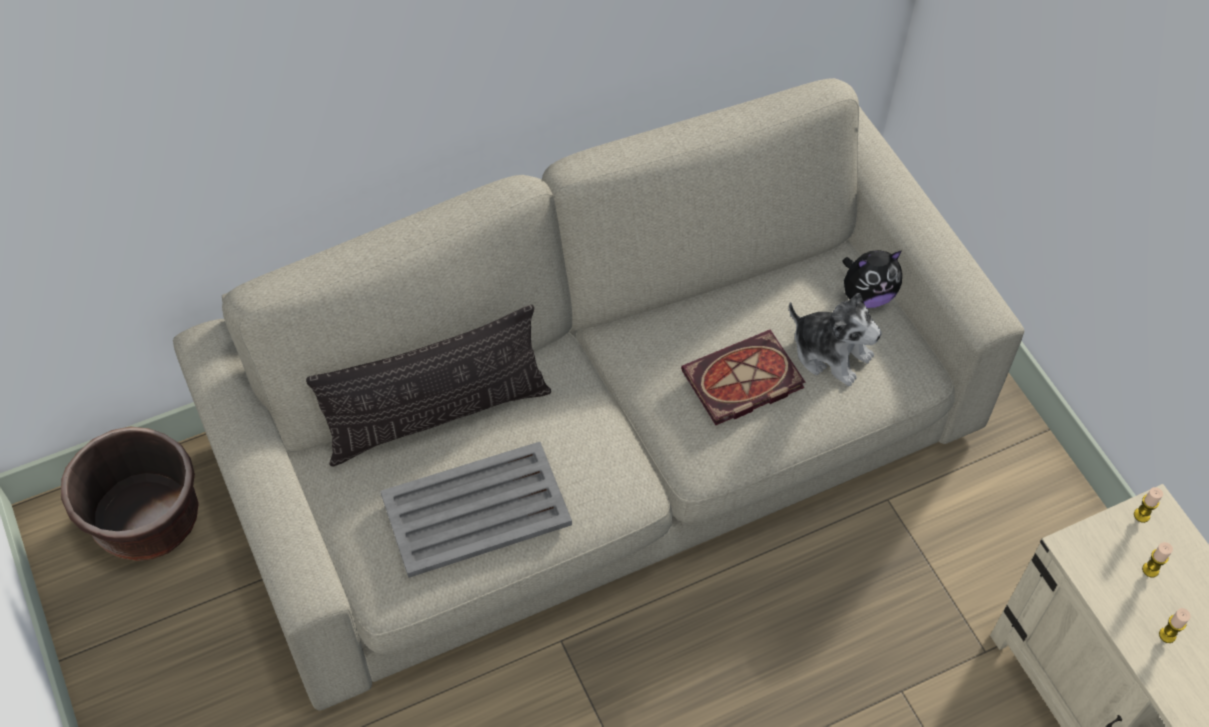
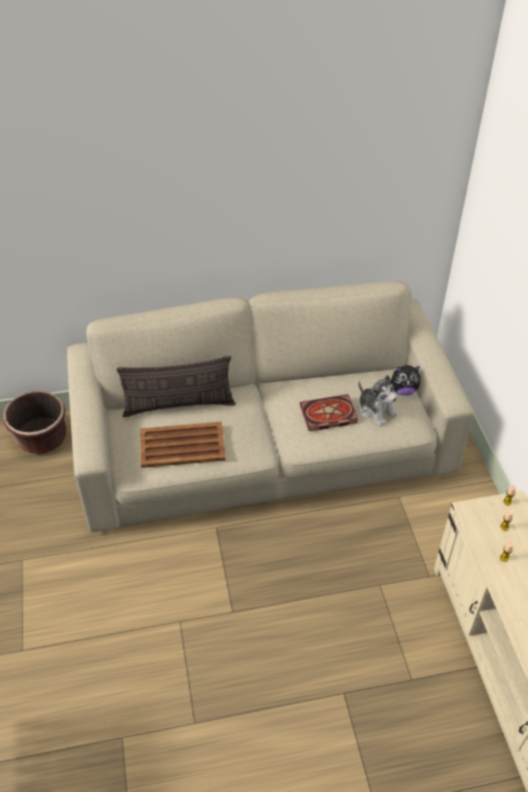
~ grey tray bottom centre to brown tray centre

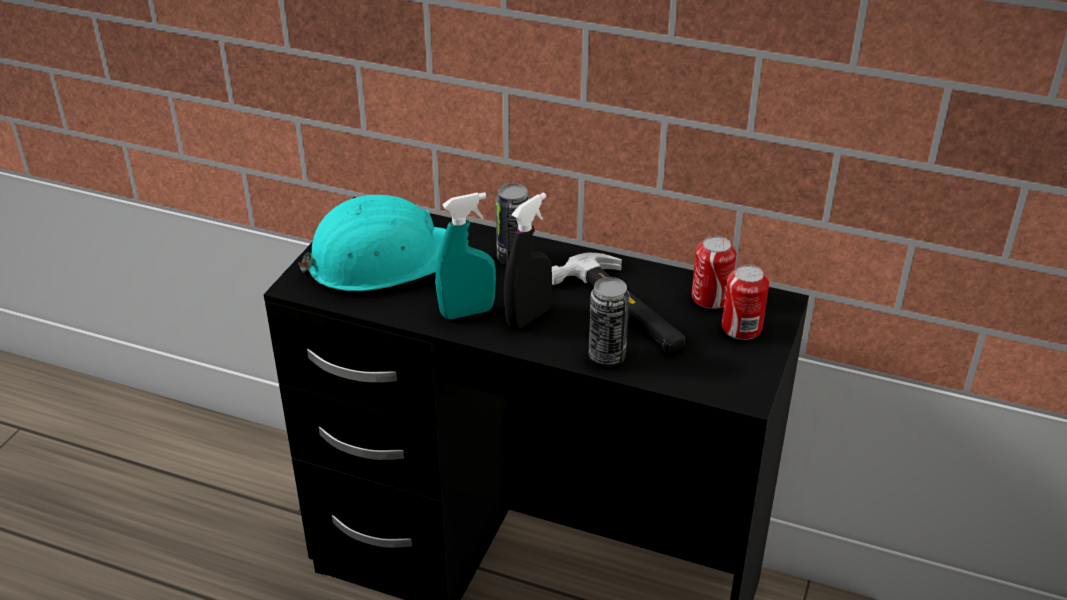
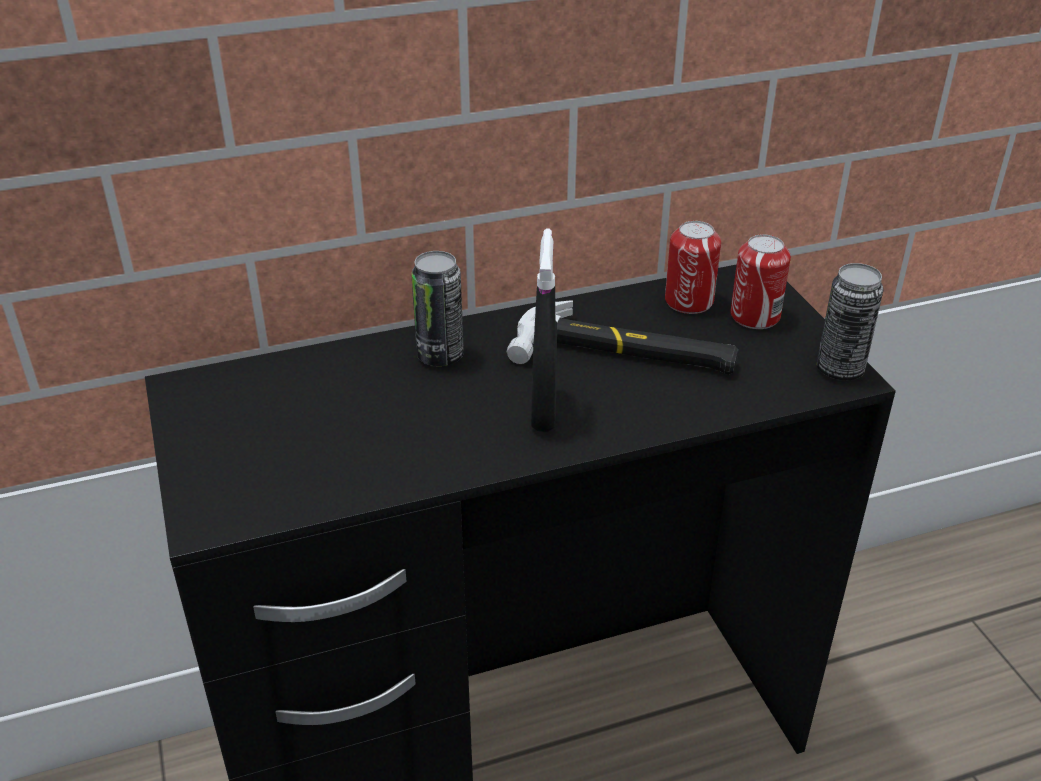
- turquoise hard hat centre
- turquoise spray bottle centre
~ can (2nd from left in the first image) centre to can (4th from left) middle right

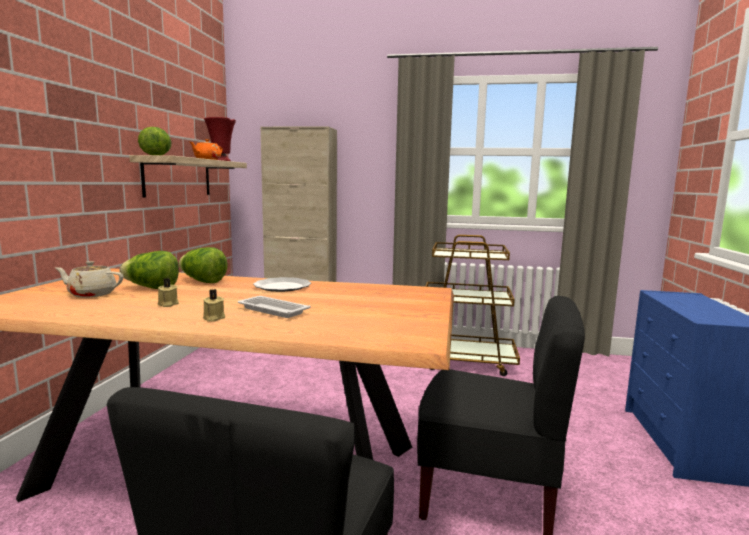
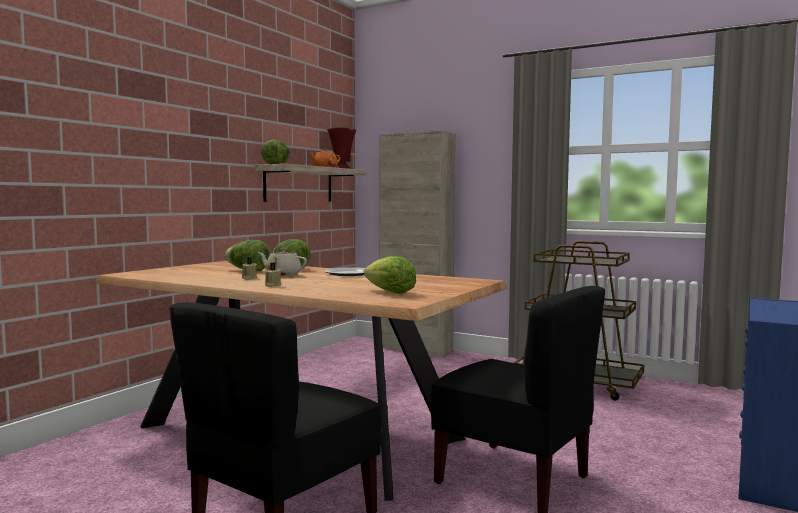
~ beige teapot middle left to centre
- white tray centre
+ lettuce (4th from left) centre

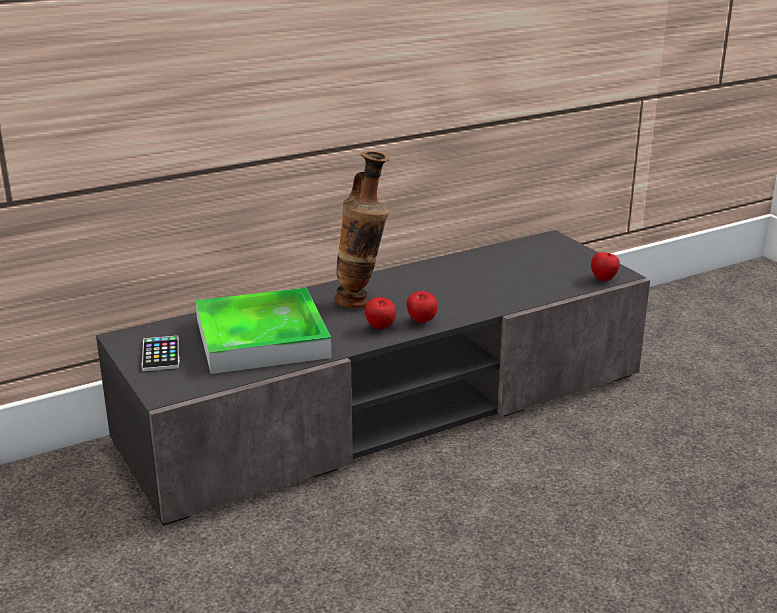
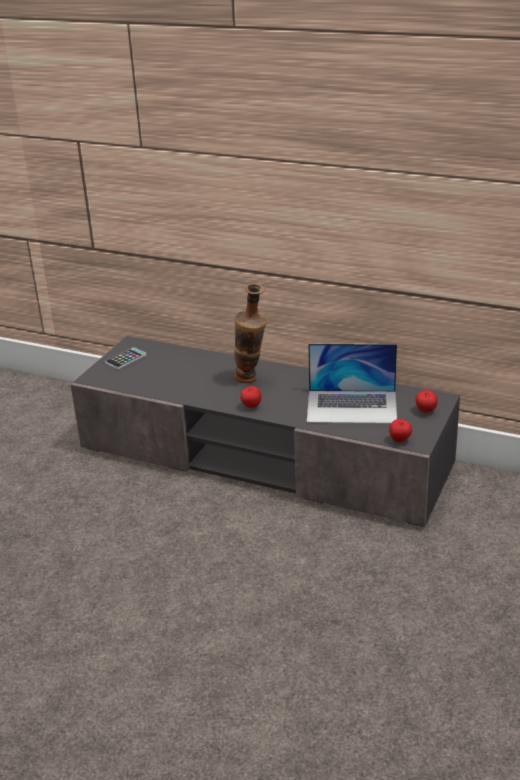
- tray centre
~ apple (1st from left in the first image) centre to apple (3rd from left) middle right
+ laptop middle right

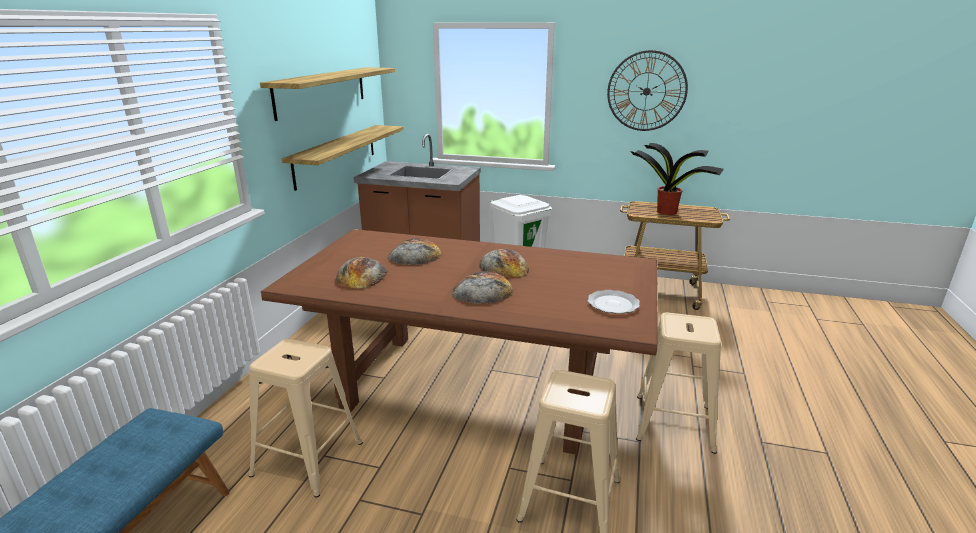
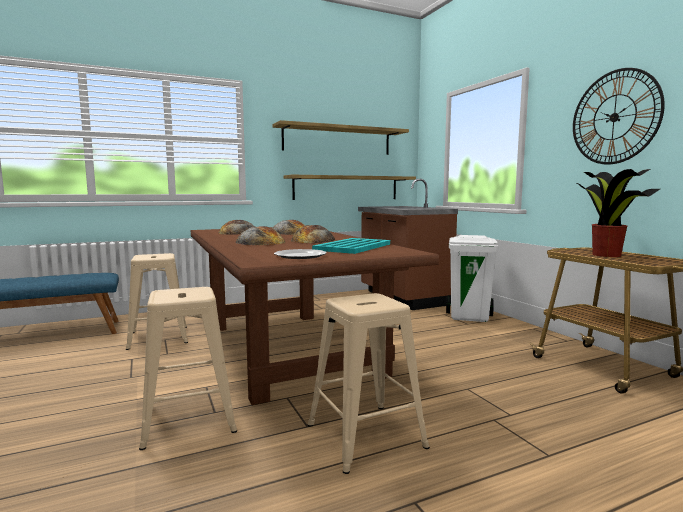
+ turquoise tray centre

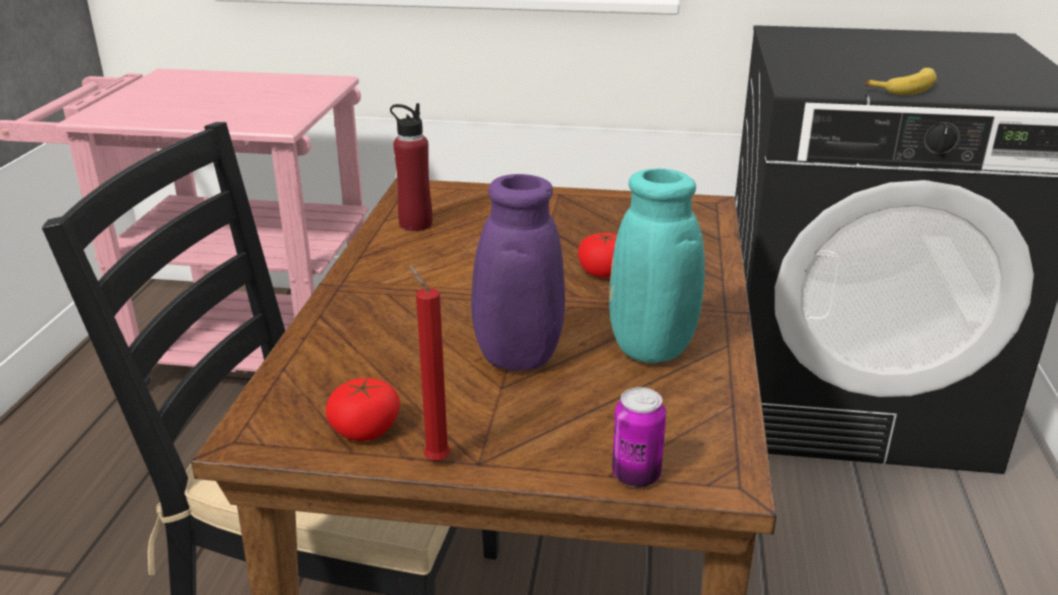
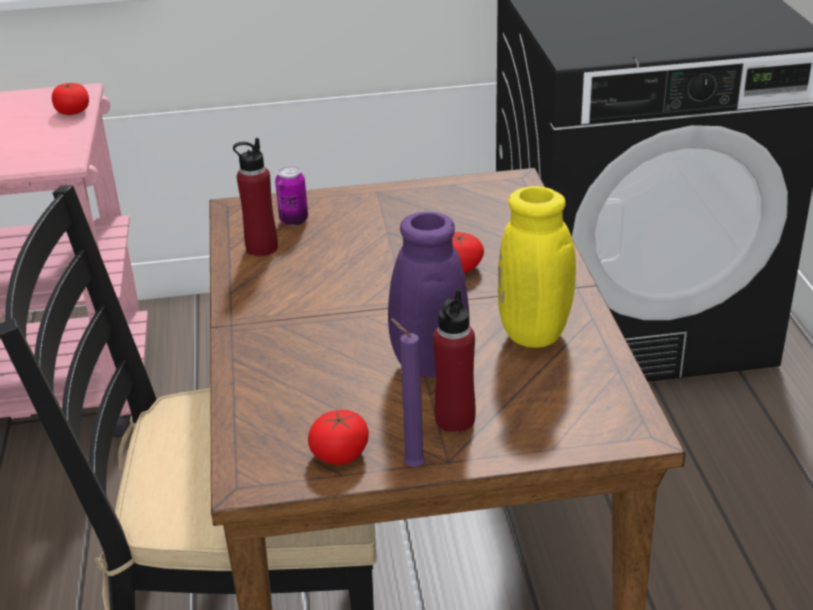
~ red candle centre to purple candle centre
~ turquoise vase centre to yellow vase middle right
~ can bottom centre to top centre
- banana top right
+ tomato (1st from left) top left
+ red bottle (2nd from left) centre

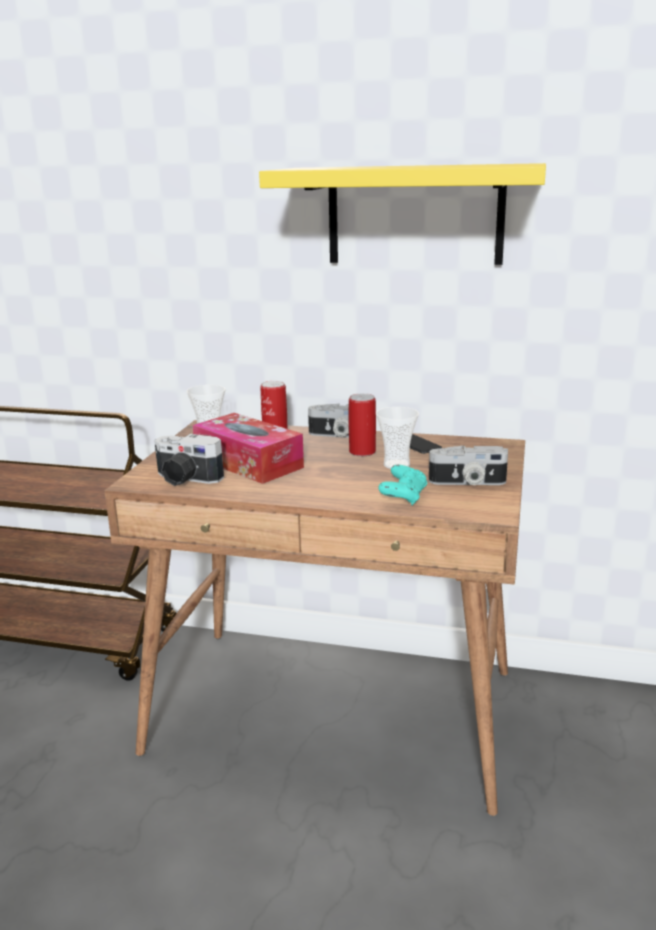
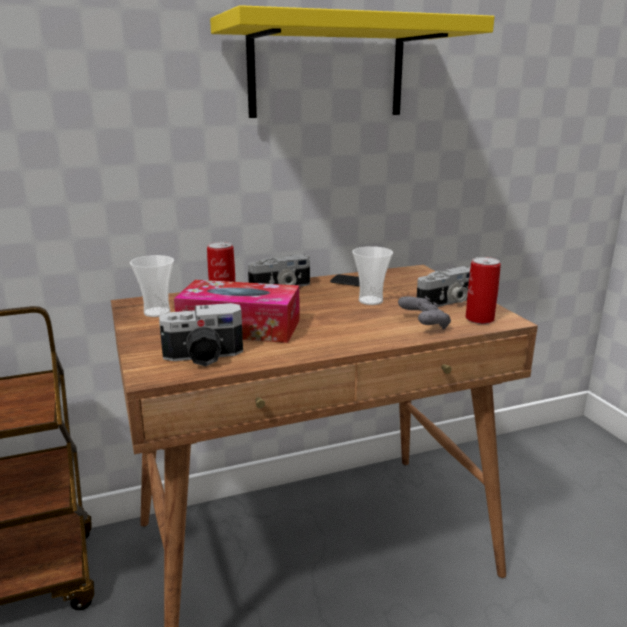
~ can (2nd from left) centre to middle right
~ turquoise game controller centre to grey game controller middle right

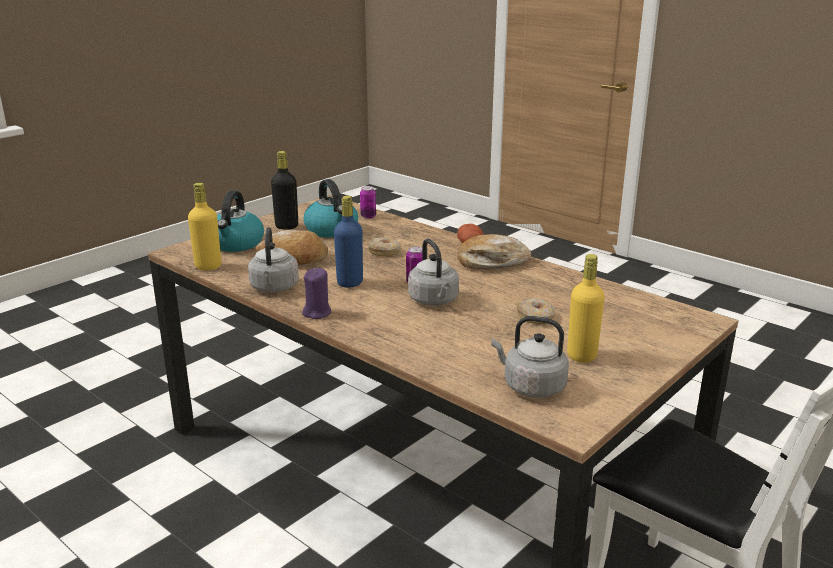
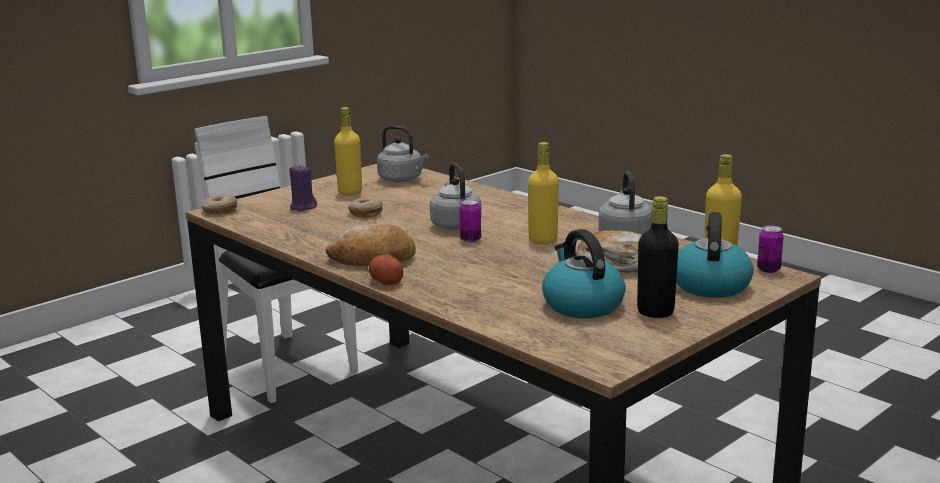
~ purple candle centre to middle left
~ blue bottle centre to yellow bottle (2nd from left) centre
~ can (1st from left in the first image) centre to can (2nd from left) middle right
~ donut (1st from left) centre to middle left

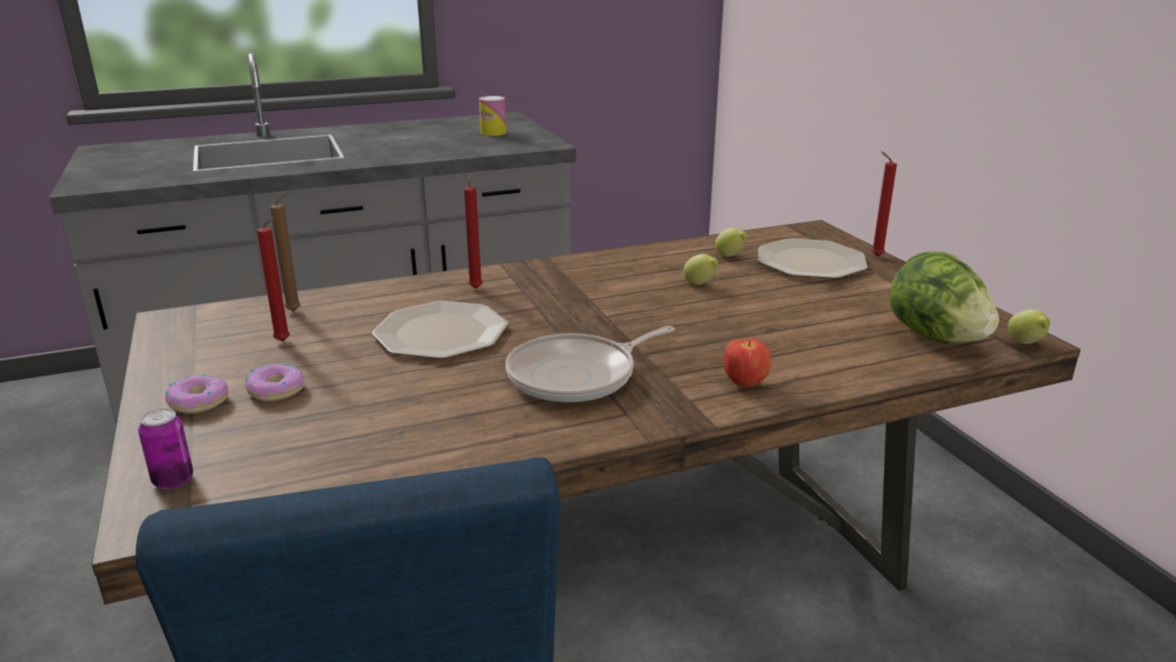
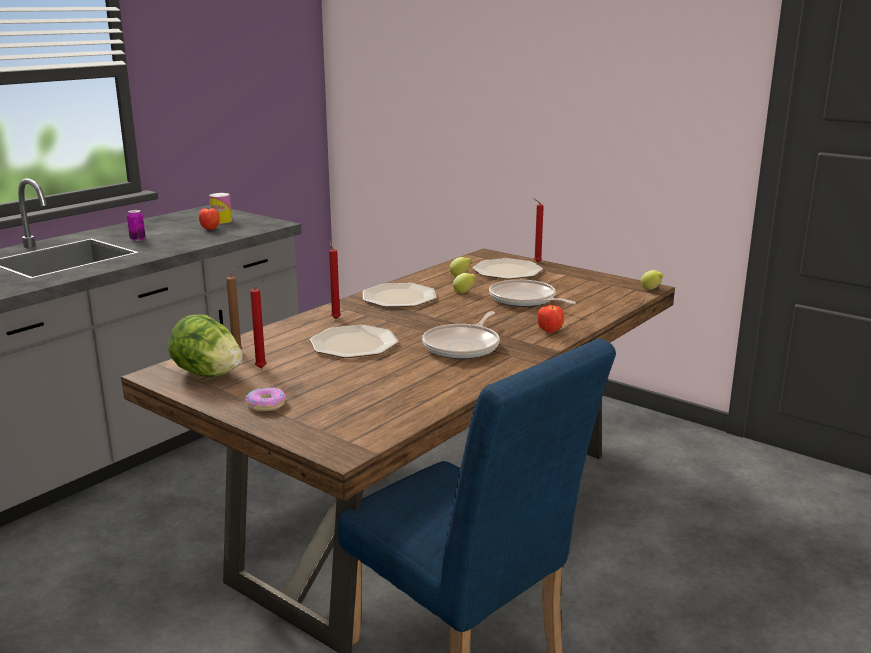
~ can (1st from left) bottom left to middle left
- donut (2nd from left) middle left
~ lettuce middle right to middle left
+ apple (1st from left) middle left
+ plate (2nd from left) centre
+ frying pan (2nd from left) centre

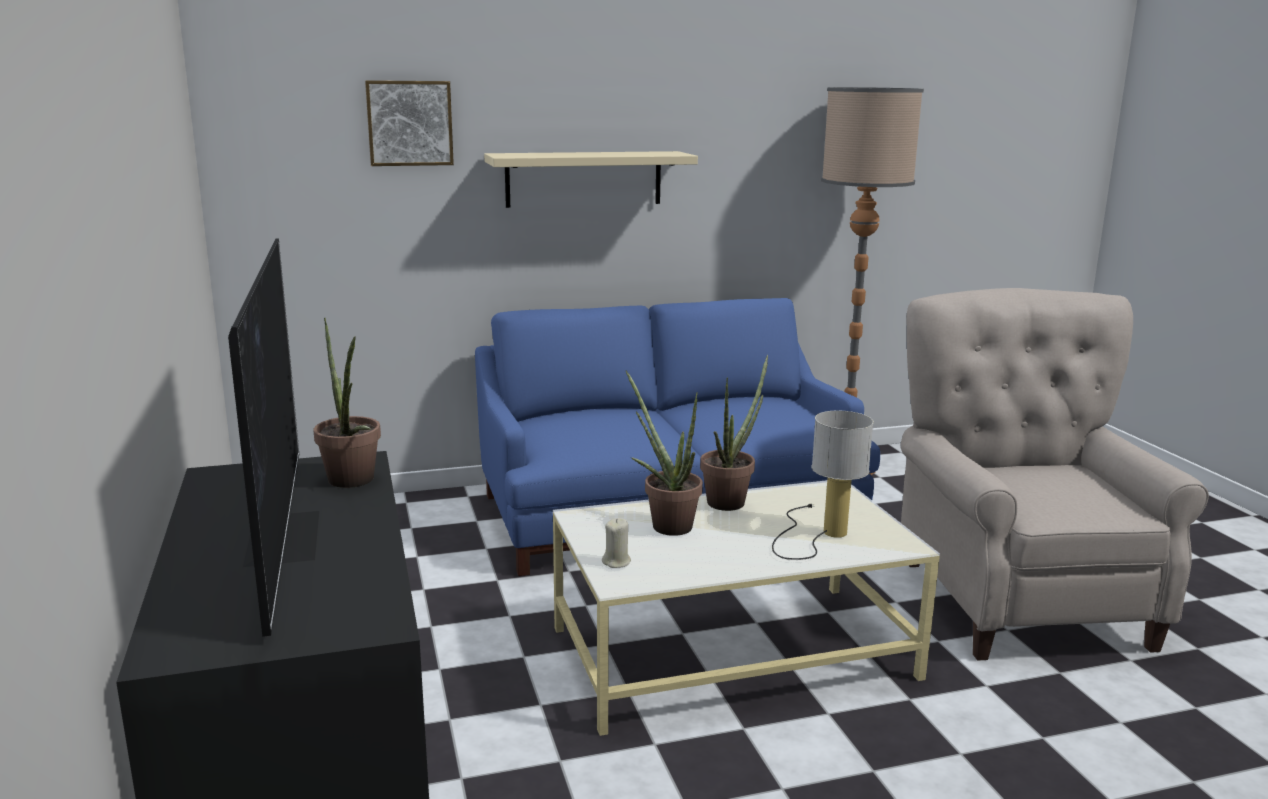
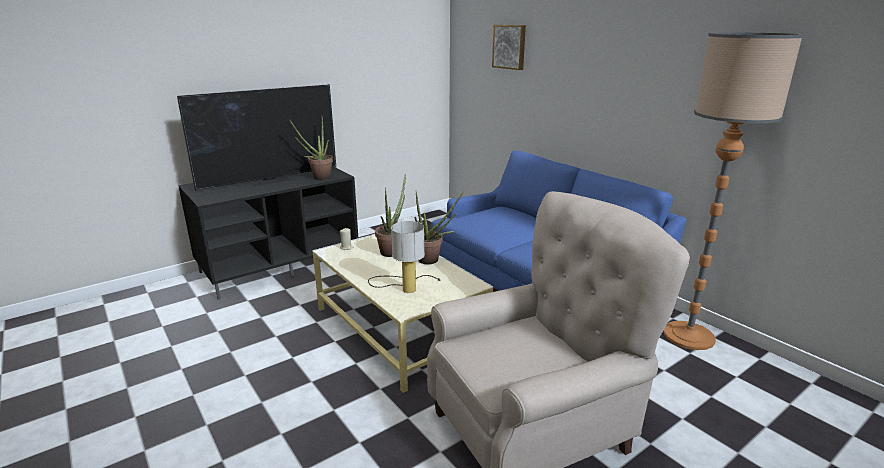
- beige shelf top centre

